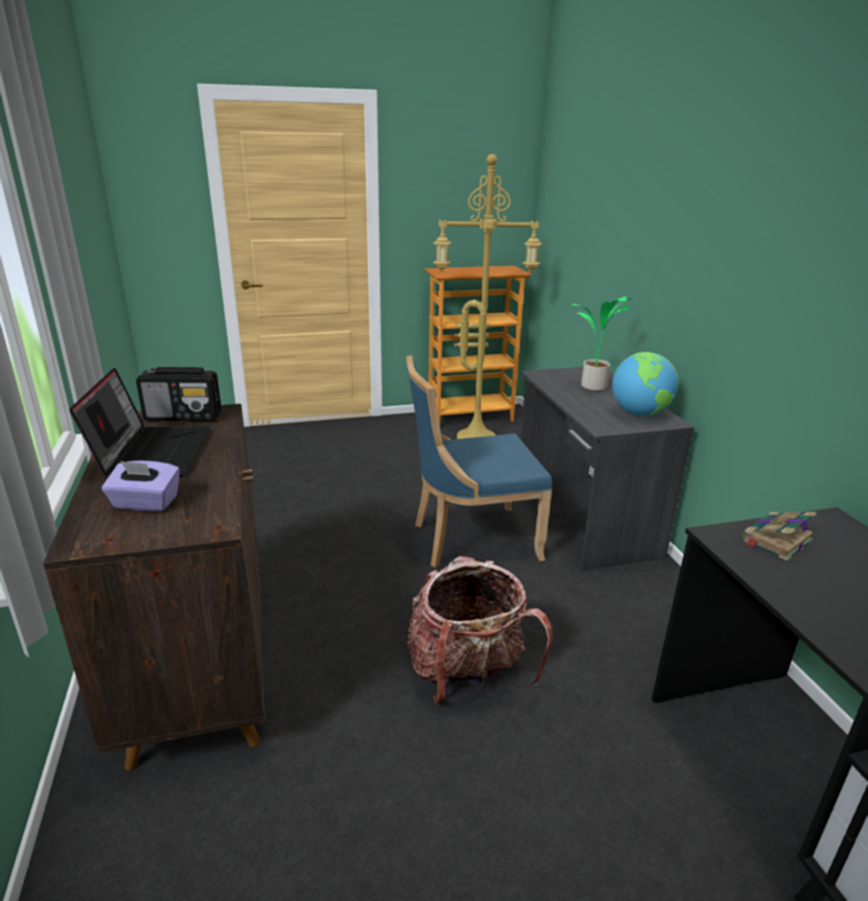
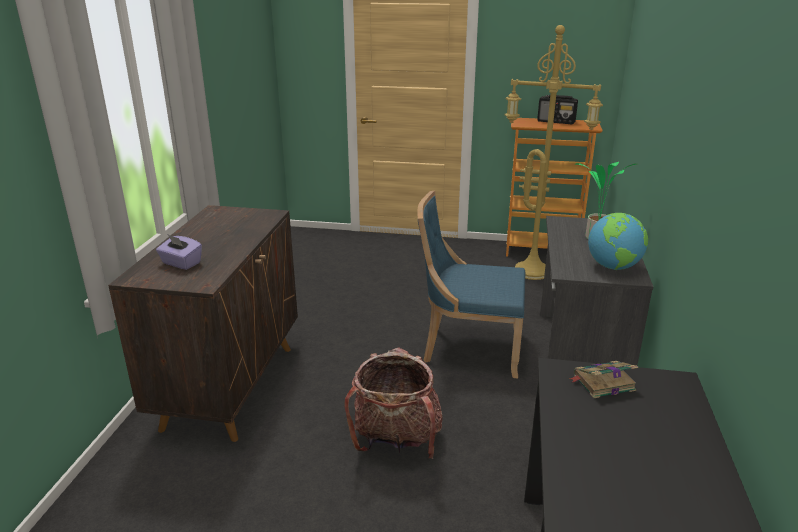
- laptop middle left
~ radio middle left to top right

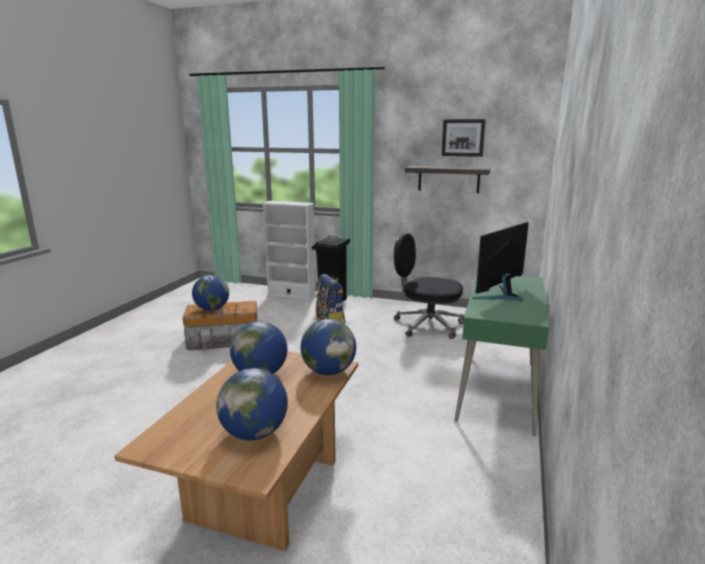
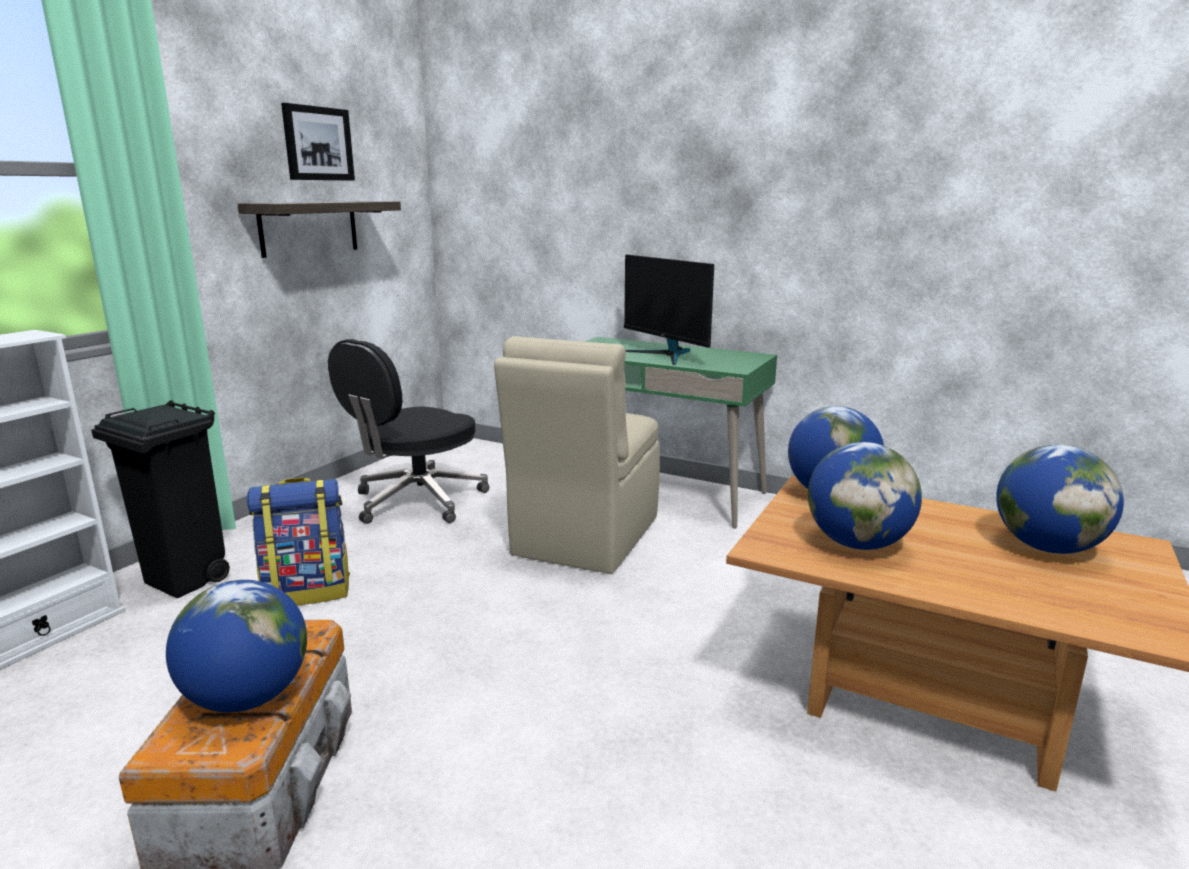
+ beige chair centre

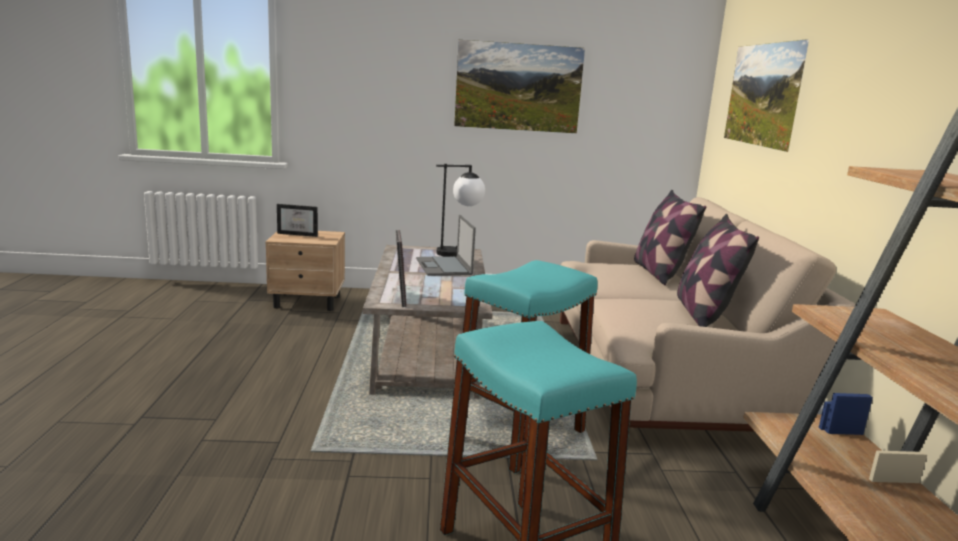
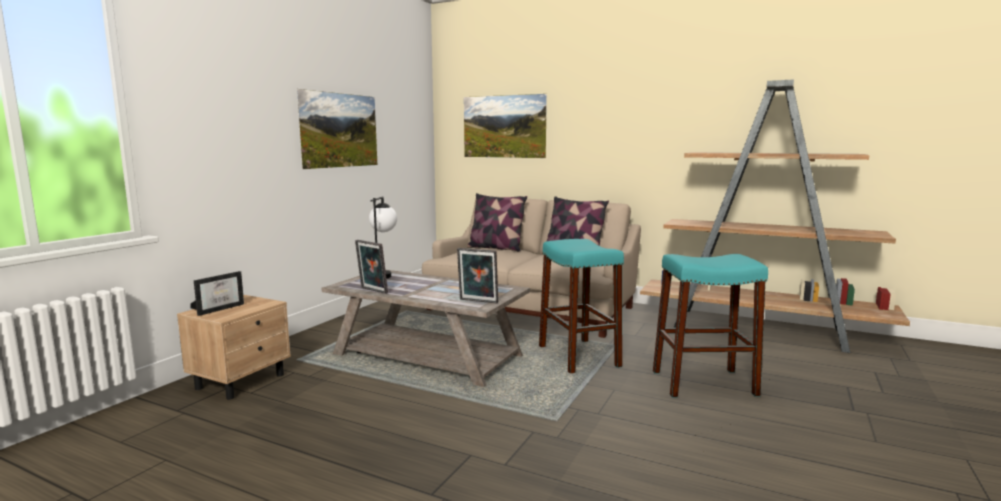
- laptop centre
+ picture frame (2nd from left) centre

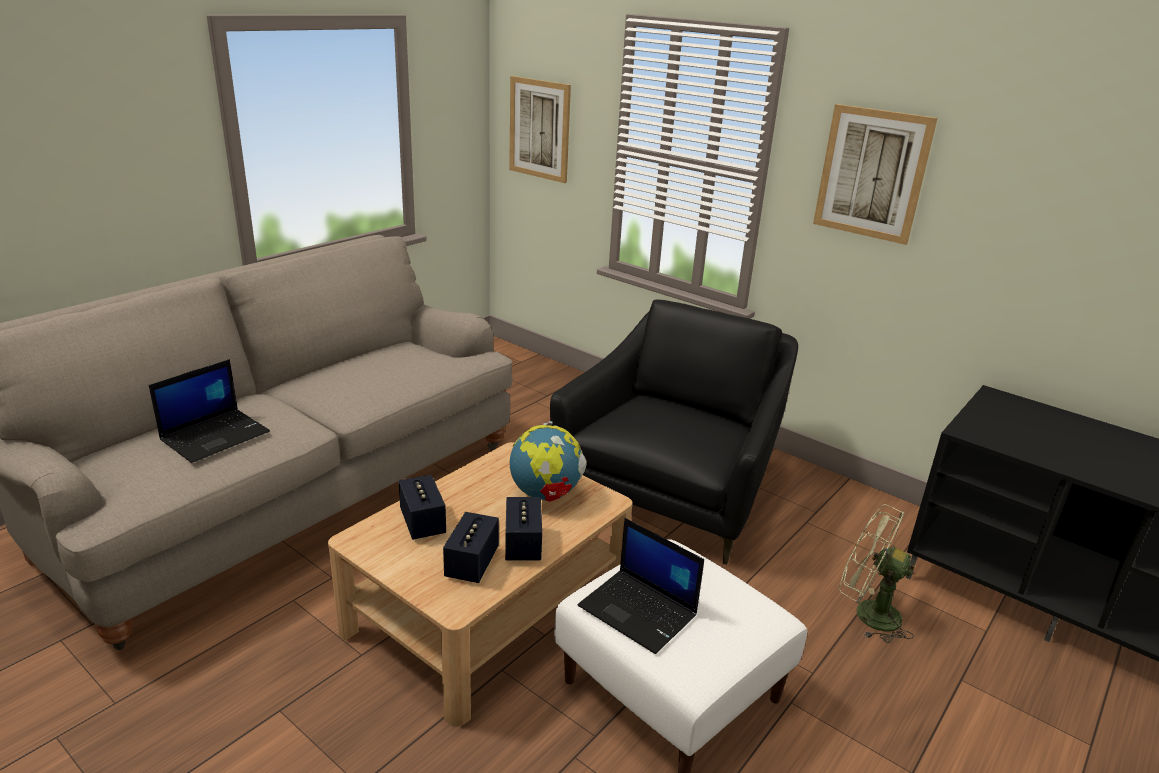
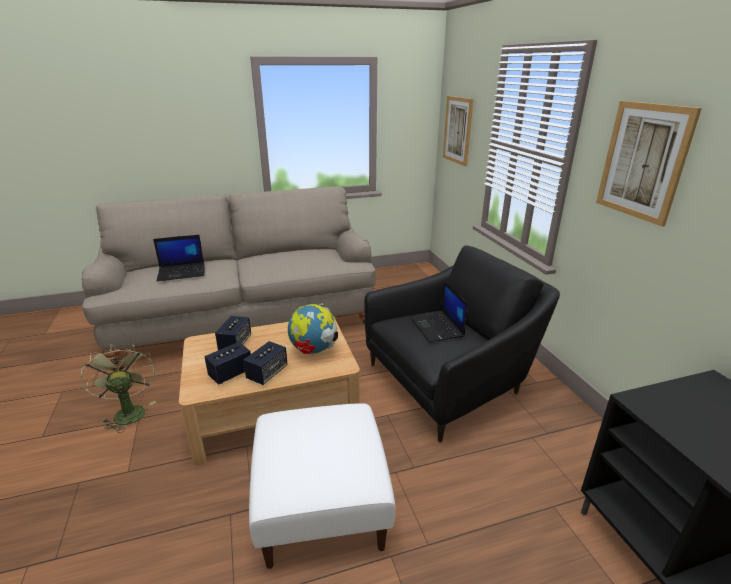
~ laptop (2nd from left) bottom centre to centre
~ green fan bottom right to middle left

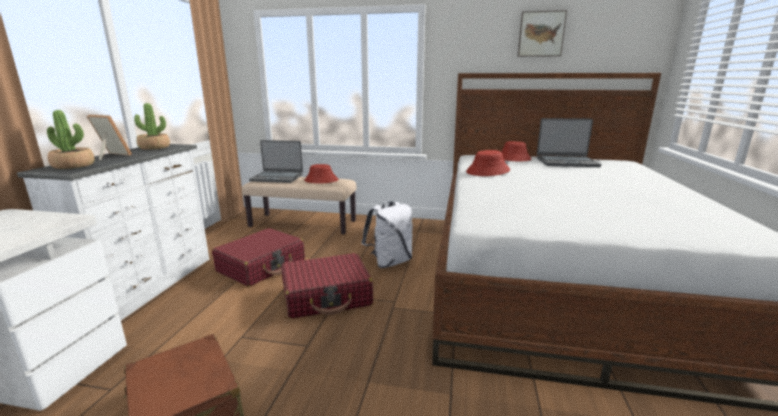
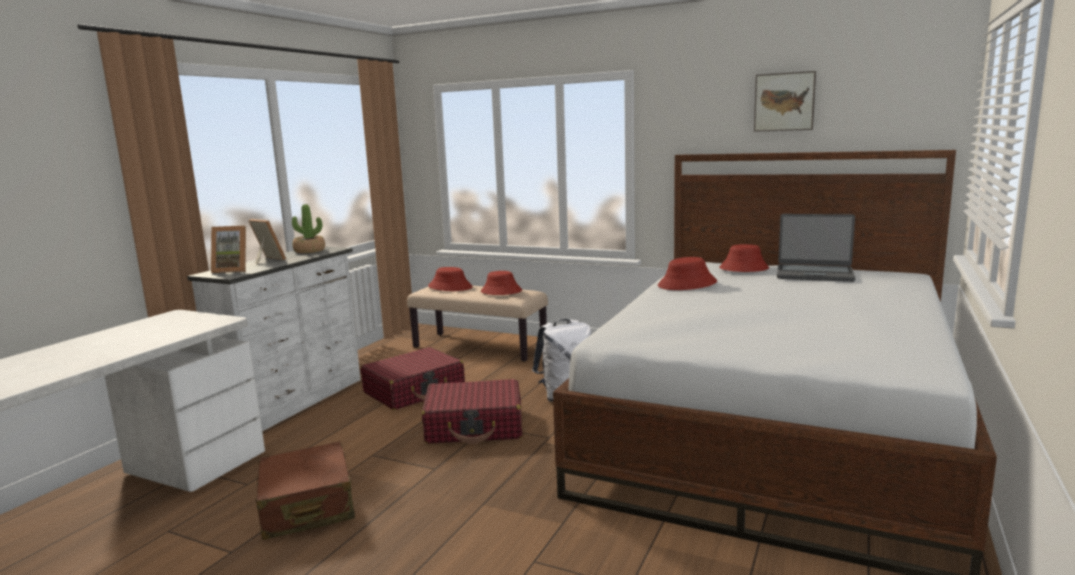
~ potted plant (1st from left) middle left to picture frame (1st from left) middle left
~ laptop (1st from left) centre to red hat (1st from left) centre

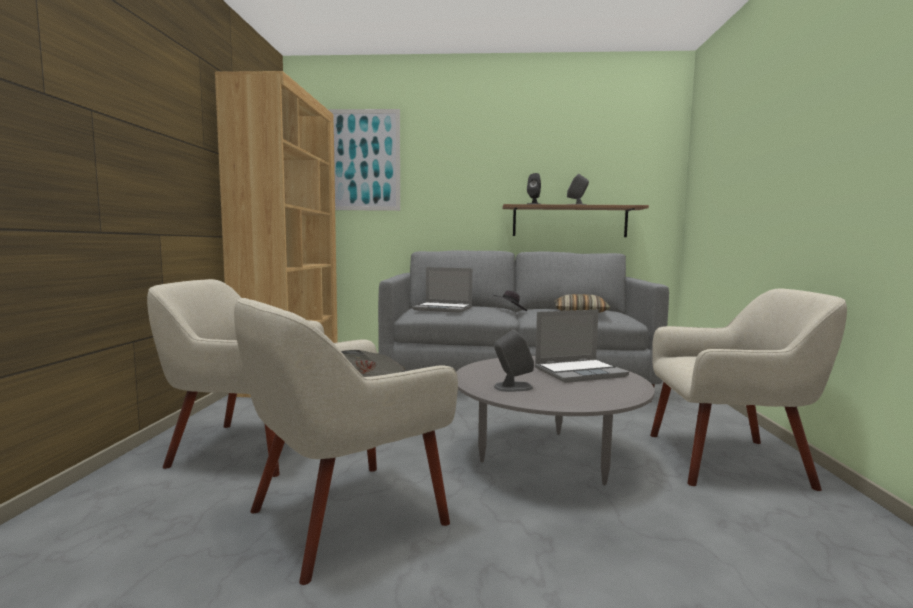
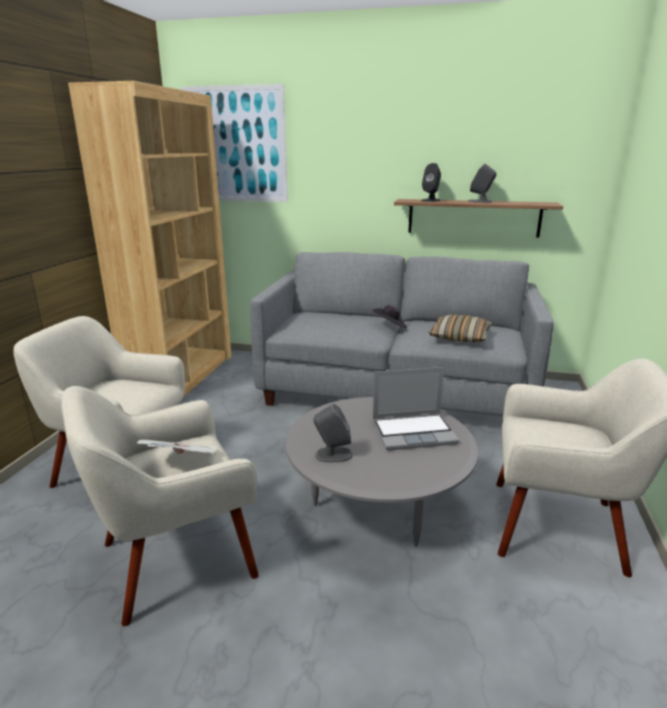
- laptop (1st from left) centre

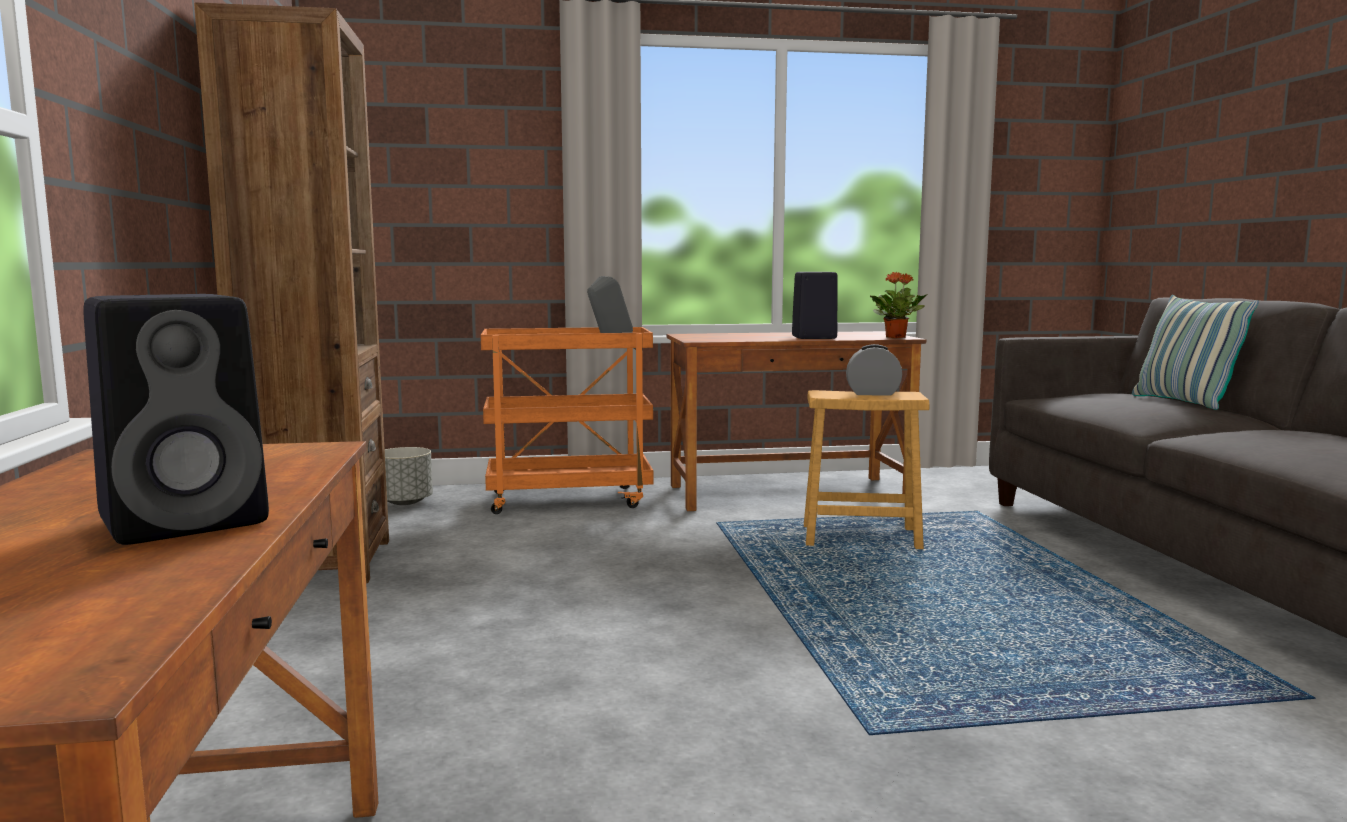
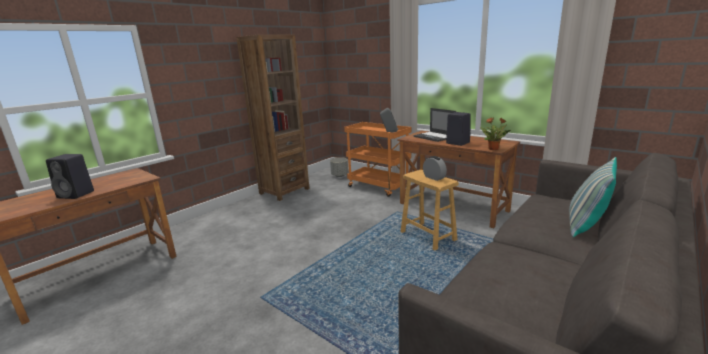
+ laptop centre

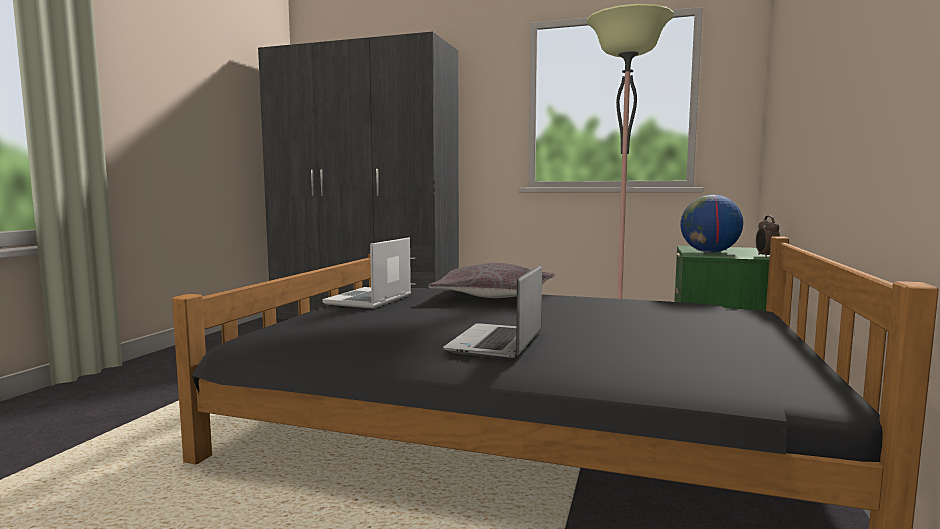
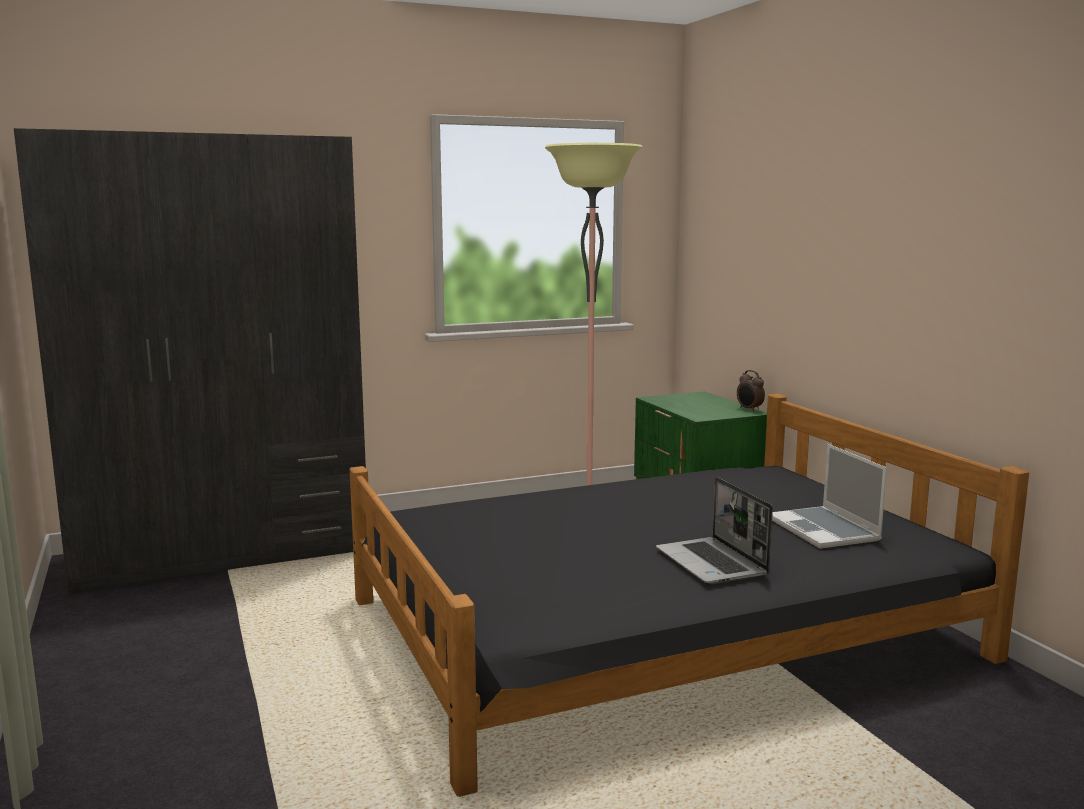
~ laptop (1st from left in the first image) centre to laptop (2nd from left) middle right
- grey pillow centre
- globe middle right

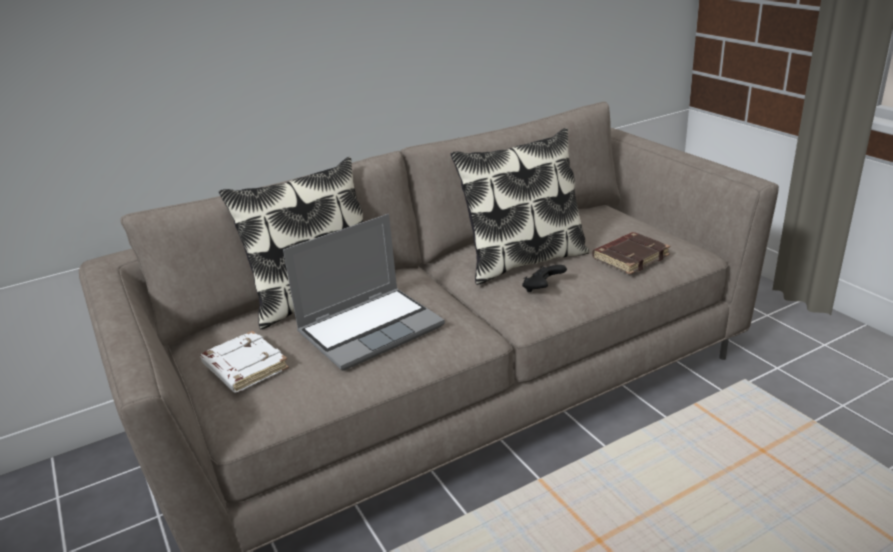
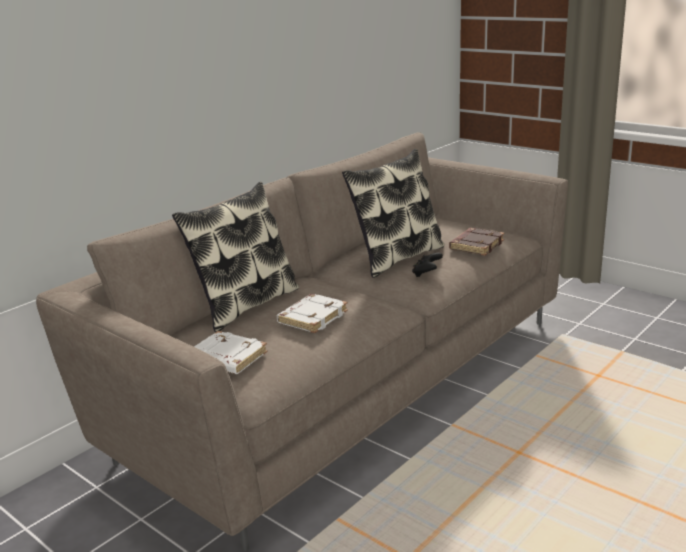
~ laptop centre to white book (2nd from left) centre

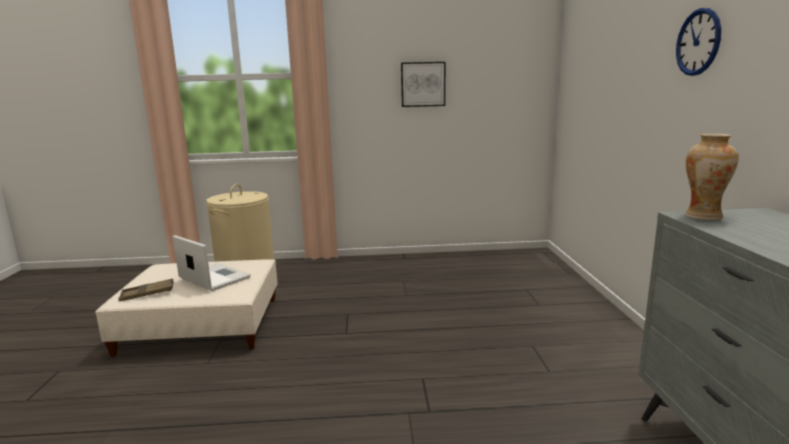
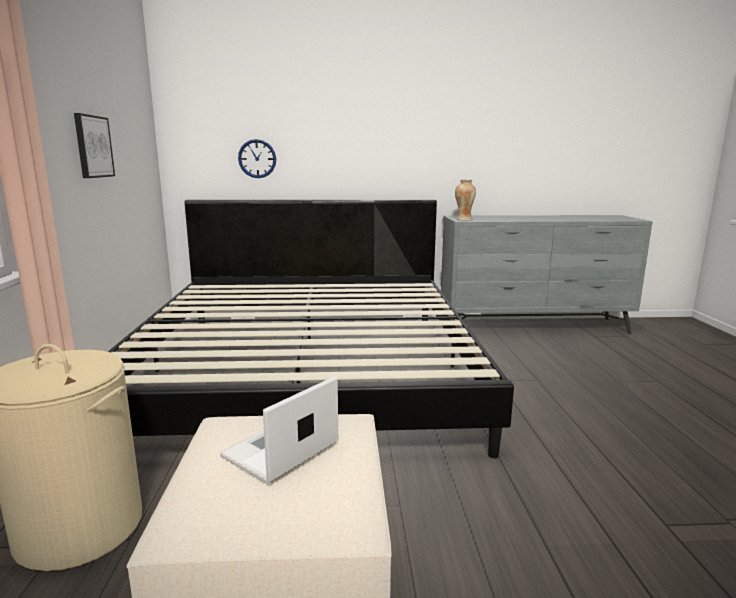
- brown tray middle left
~ wall clock top right to top centre
+ bed centre

